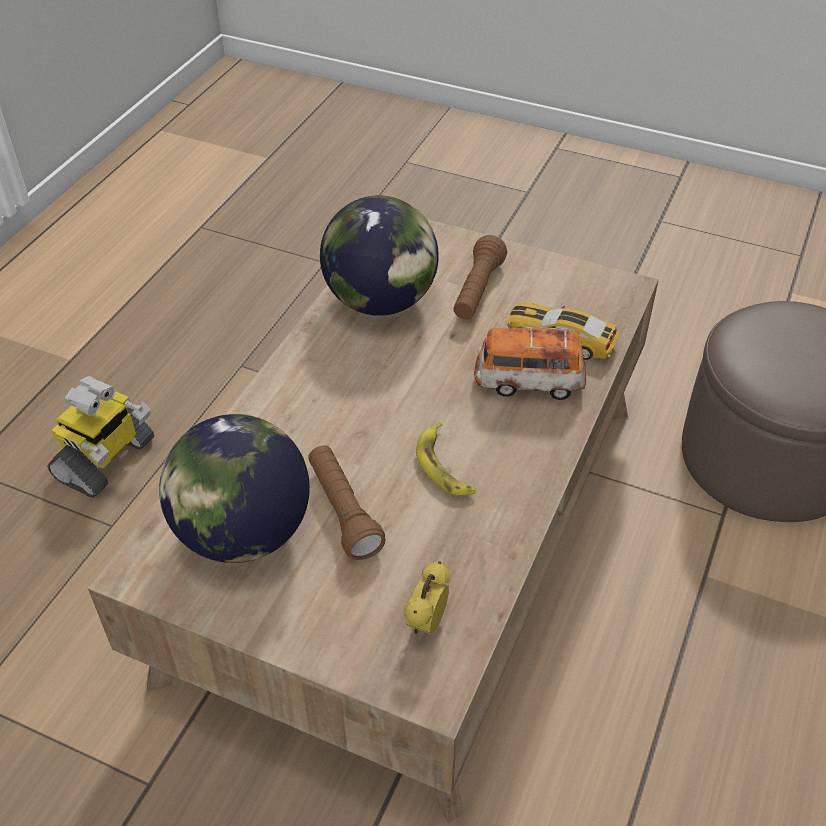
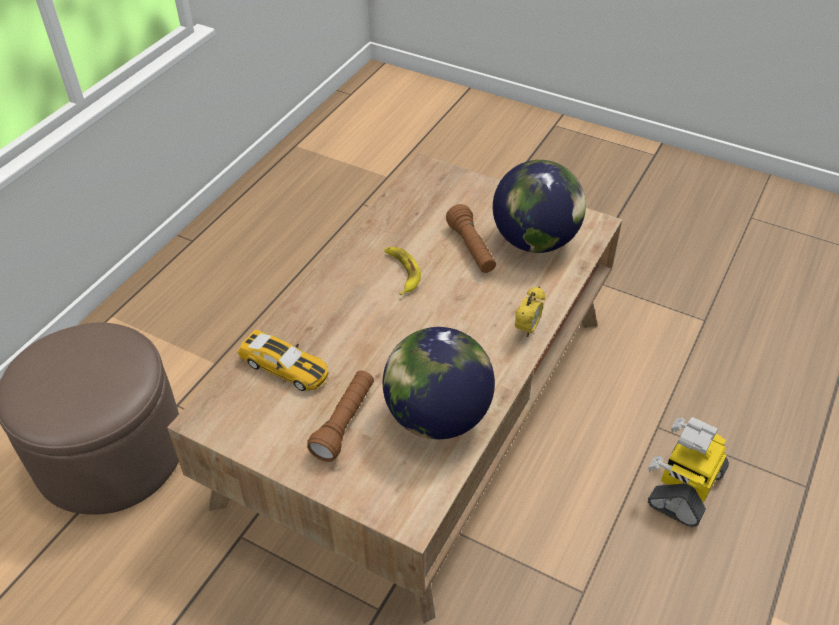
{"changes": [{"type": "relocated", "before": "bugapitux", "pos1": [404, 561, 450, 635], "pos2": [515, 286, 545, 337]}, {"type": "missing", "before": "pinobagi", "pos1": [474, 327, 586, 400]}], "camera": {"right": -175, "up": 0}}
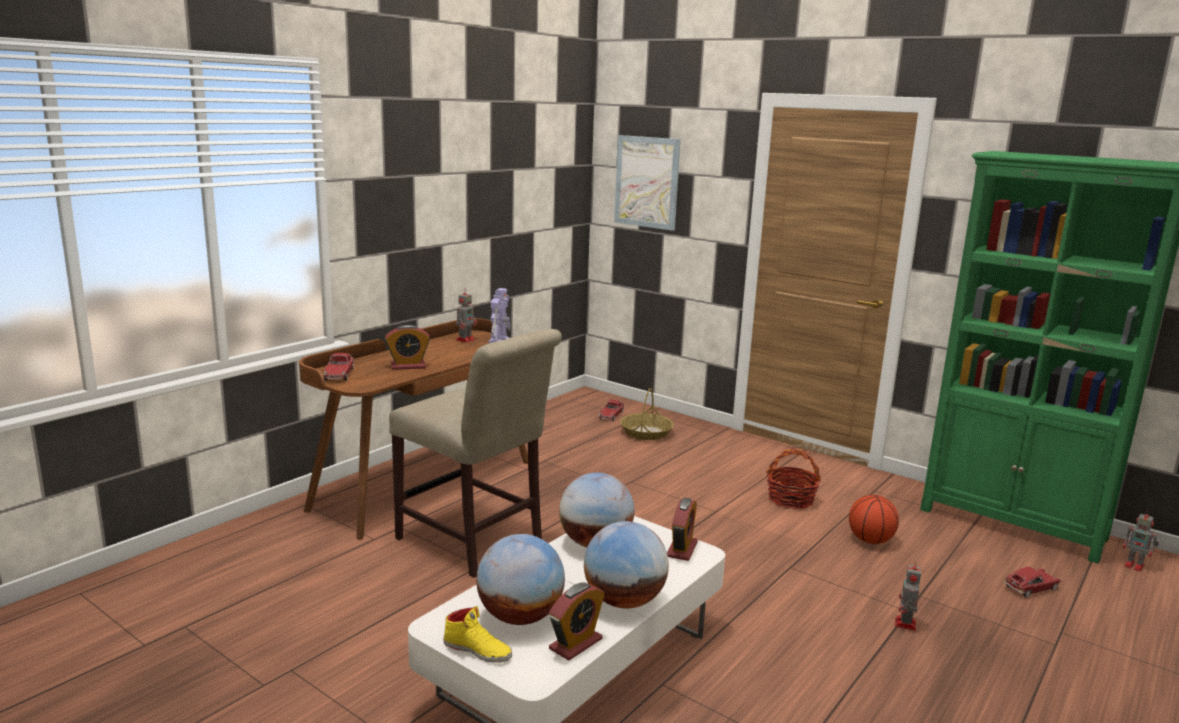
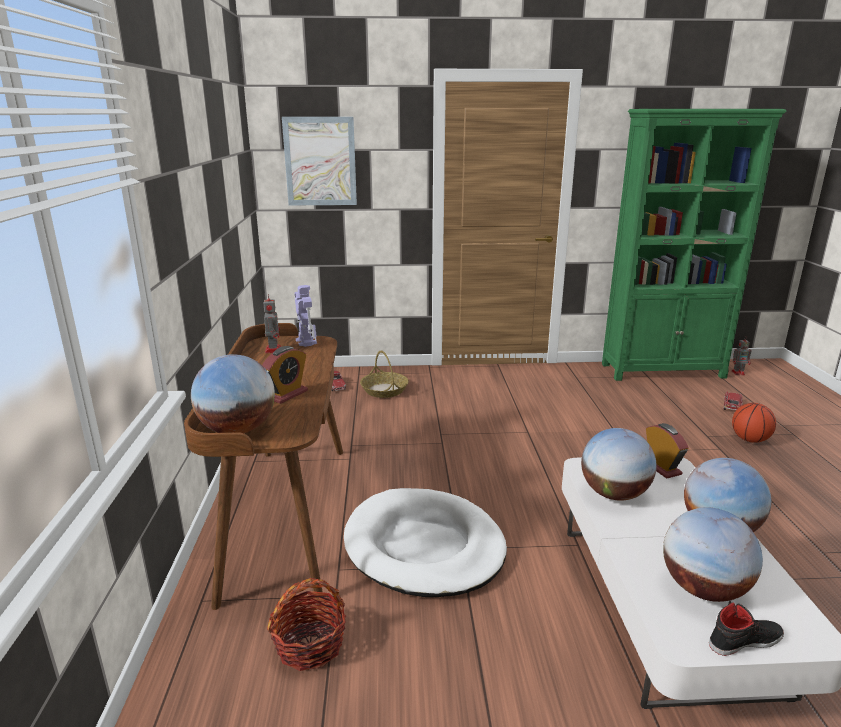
{"changes": [{"type": "exchanged", "before": "pinobagi", "after": "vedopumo", "pos1": [324, 353, 354, 380], "pos2": [191, 354, 275, 433]}, {"type": "exchanged", "before": "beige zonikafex", "after": "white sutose", "pos1": [389, 329, 562, 578], "pos2": [344, 488, 507, 597]}, {"type": "colour", "before": "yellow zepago", "after": "black zepago", "pos1": [443, 606, 512, 663], "pos2": [709, 600, 784, 656]}, {"type": "missing", "before": "bugapitux", "pos1": [549, 582, 605, 660]}, {"type": "relocated", "before": "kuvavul", "pos1": [766, 449, 821, 509], "pos2": [267, 578, 346, 671]}, {"type": "relocated", "before": "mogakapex", "pos1": [849, 495, 899, 544], "pos2": [732, 403, 776, 443]}, {"type": "missing", "before": "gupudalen", "pos1": [895, 561, 921, 631]}], "camera": {"right": -40, "up": 5}}
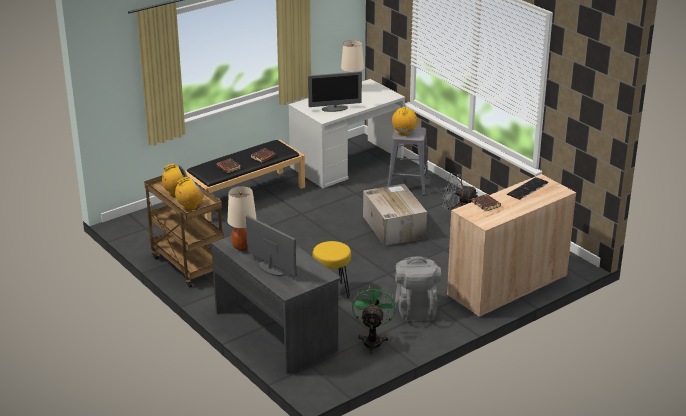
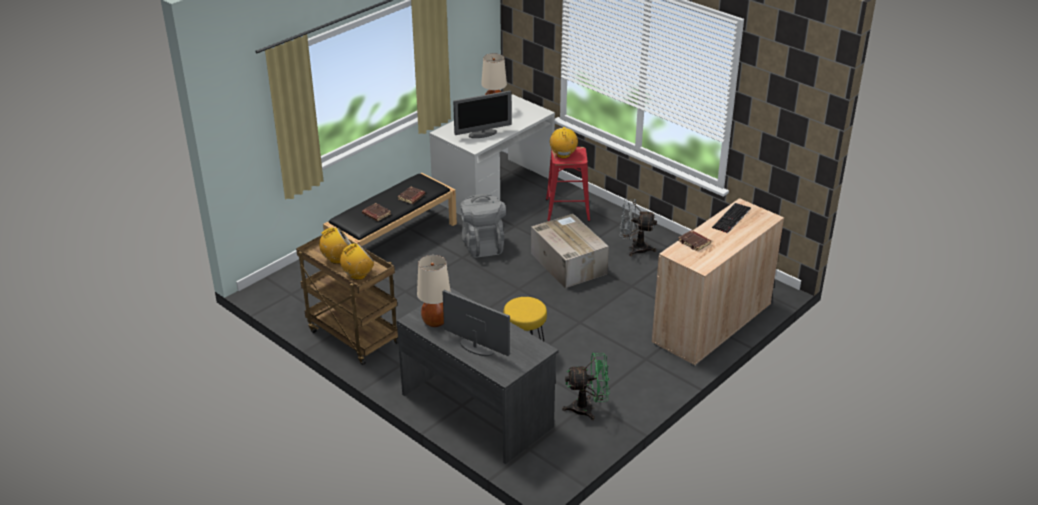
{"changes": [{"type": "spun", "before": "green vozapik", "pos1": [352, 285, 396, 354], "pos2": [562, 353, 610, 420], "turn": 90}, {"type": "colour", "before": "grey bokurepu", "after": "red bokurepu", "pos1": [387, 127, 429, 196], "pos2": [546, 147, 590, 221]}, {"type": "relocated", "before": "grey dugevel", "pos1": [395, 256, 441, 321], "pos2": [460, 194, 506, 258]}], "camera": {"right": -10, "up": 5}}
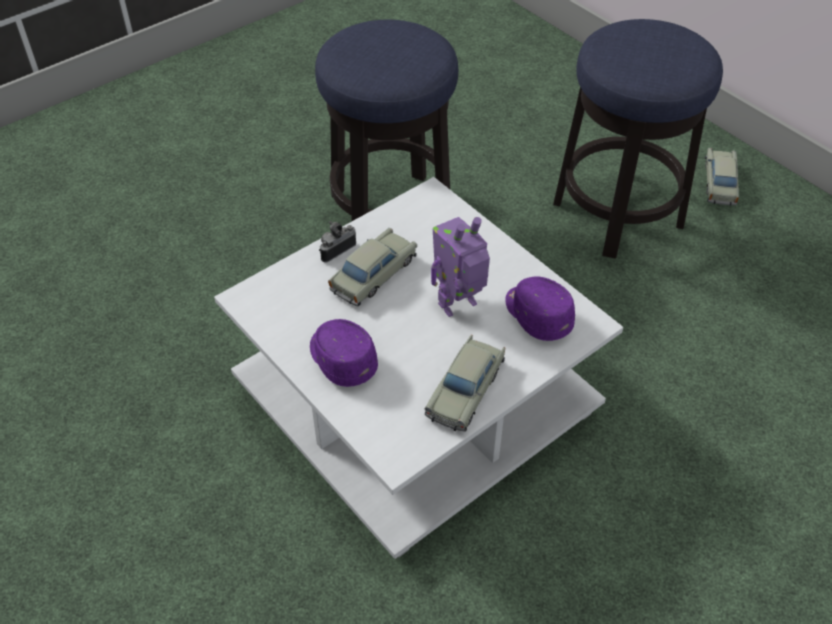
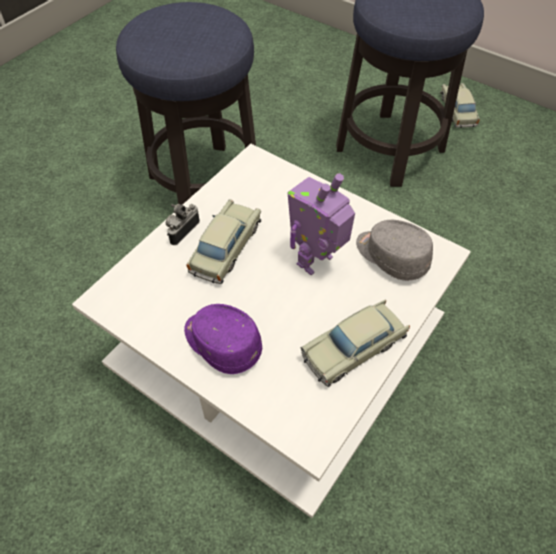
{"changes": [{"type": "spun", "before": "beige pinobagi", "pos1": [424, 335, 505, 432], "pos2": [301, 300, 410, 387], "turn": 45}, {"type": "colour", "before": "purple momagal", "after": "grey momagal", "pos1": [505, 277, 575, 341], "pos2": [356, 220, 433, 281]}], "camera": {"right": -15, "up": 5}}
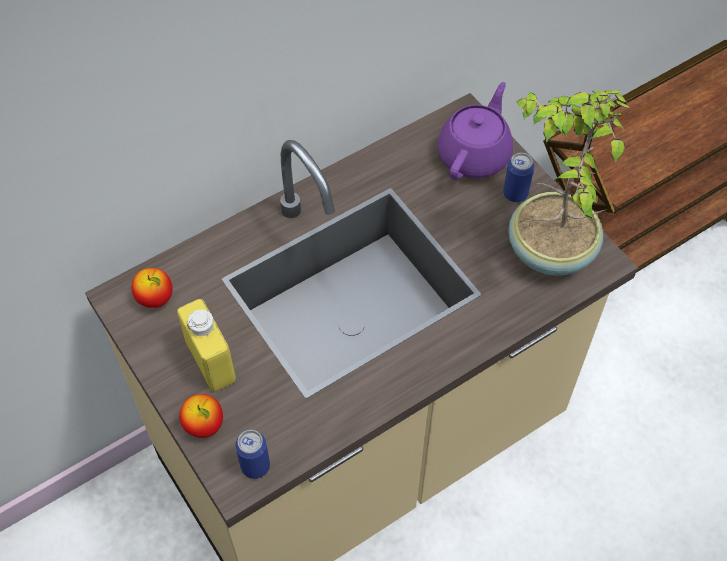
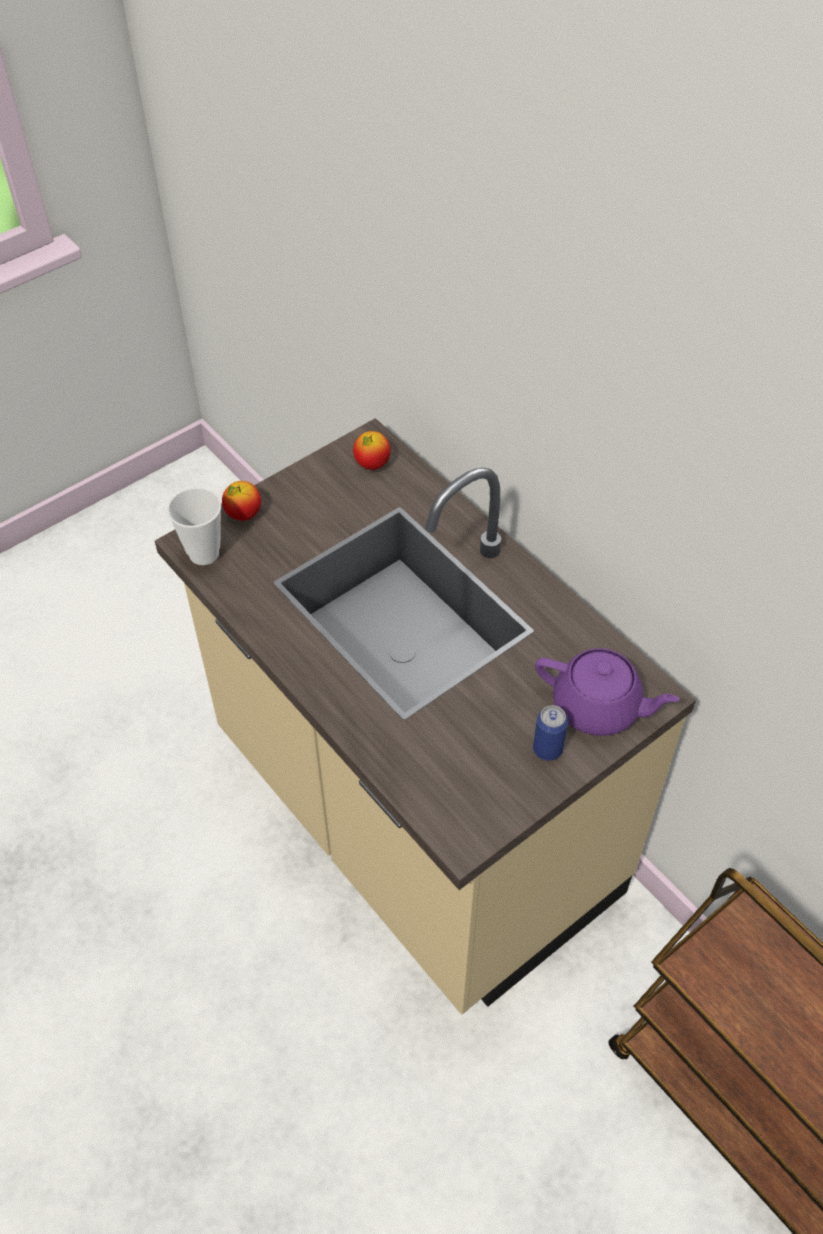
{"changes": [{"type": "missing", "before": "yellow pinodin", "pos1": [177, 299, 236, 392]}, {"type": "exchanged", "before": "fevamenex", "after": "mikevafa", "pos1": [235, 430, 270, 479], "pos2": [167, 487, 221, 565]}, {"type": "missing", "before": "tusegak", "pos1": [508, 90, 629, 276]}], "camera": {"right": 85, "up": -5}}
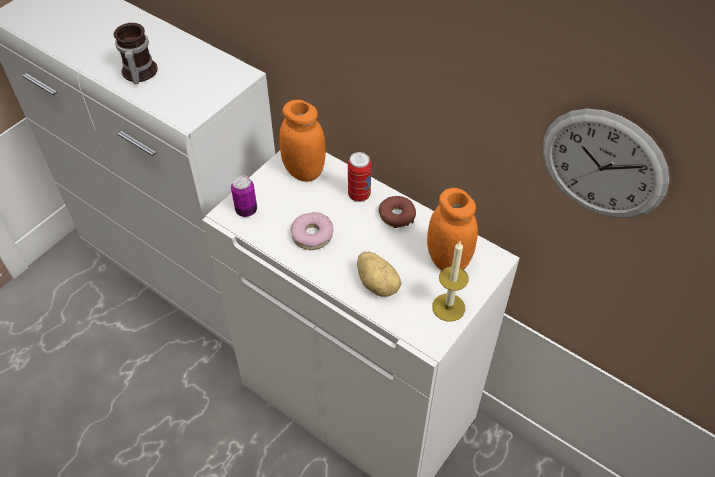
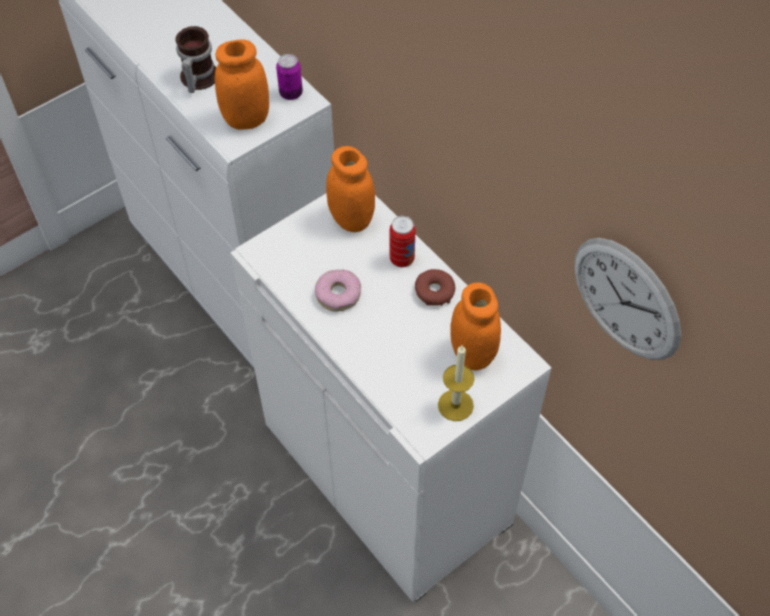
{"changes": [{"type": "relocated", "before": "fevamenex", "pos1": [231, 175, 257, 217], "pos2": [276, 54, 303, 100]}, {"type": "missing", "before": "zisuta", "pos1": [357, 252, 402, 297]}, {"type": "appeared", "after": "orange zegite", "pos2": [215, 39, 269, 129]}], "camera": {"right": 15, "up": 5}}
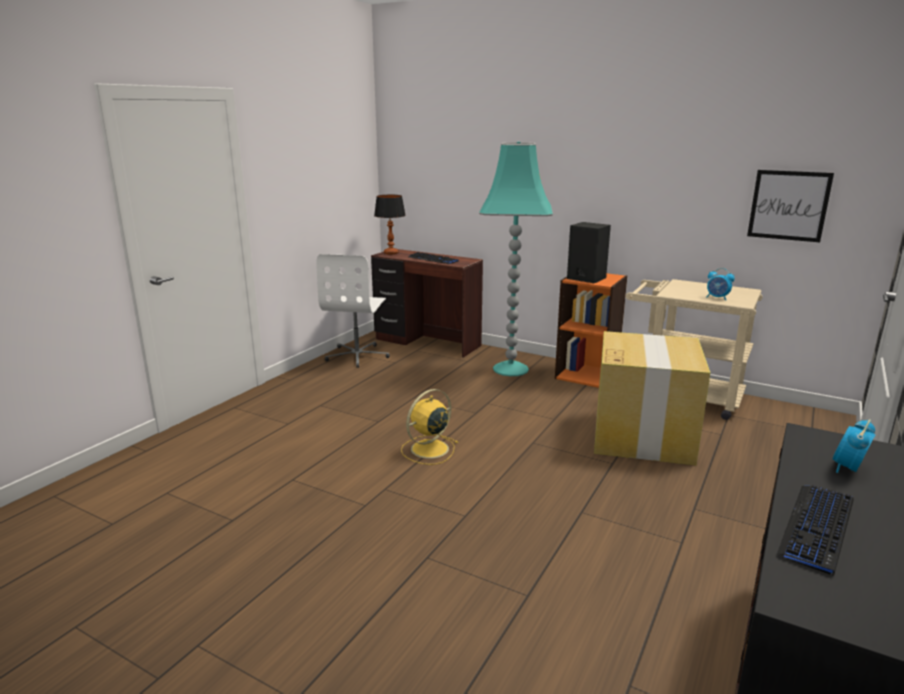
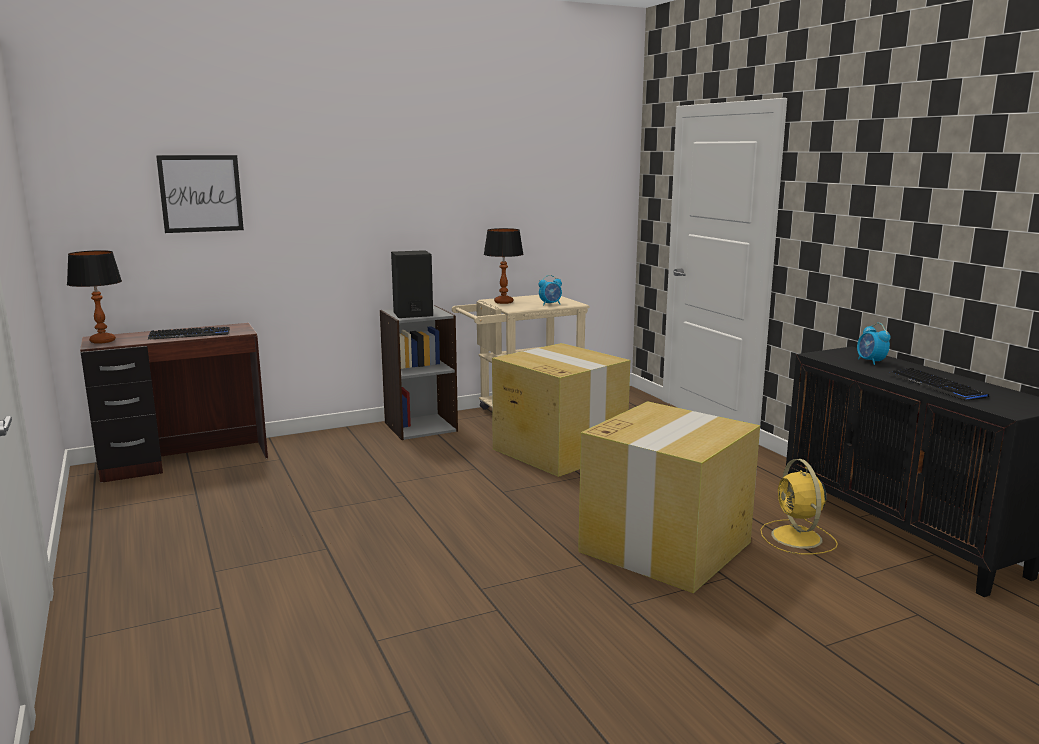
{"changes": [{"type": "missing", "before": "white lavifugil", "pos1": [316, 254, 390, 368]}, {"type": "relocated", "before": "yellow vozapik", "pos1": [401, 389, 459, 465], "pos2": [760, 459, 838, 554]}, {"type": "missing", "before": "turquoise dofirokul", "pos1": [479, 142, 553, 376]}, {"type": "colour", "before": "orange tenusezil", "after": "grey tenusezil", "pos1": [555, 273, 627, 388], "pos2": [380, 305, 458, 440]}, {"type": "relocated", "before": "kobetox", "pos1": [747, 170, 834, 242], "pos2": [156, 155, 244, 233]}, {"type": "appeared", "after": "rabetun", "pos2": [484, 228, 524, 304]}, {"type": "appeared", "after": "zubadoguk", "pos2": [578, 401, 760, 593]}], "camera": {"right": -55, "up": -5}}
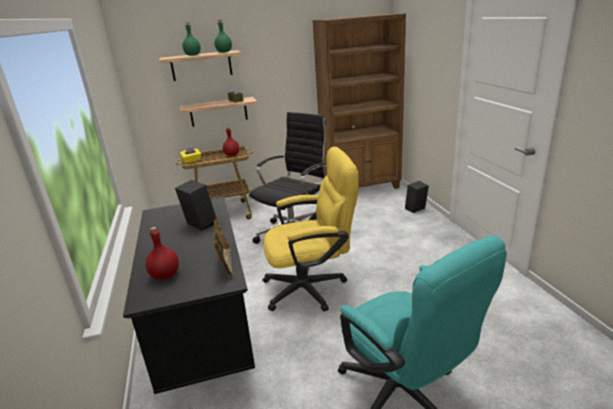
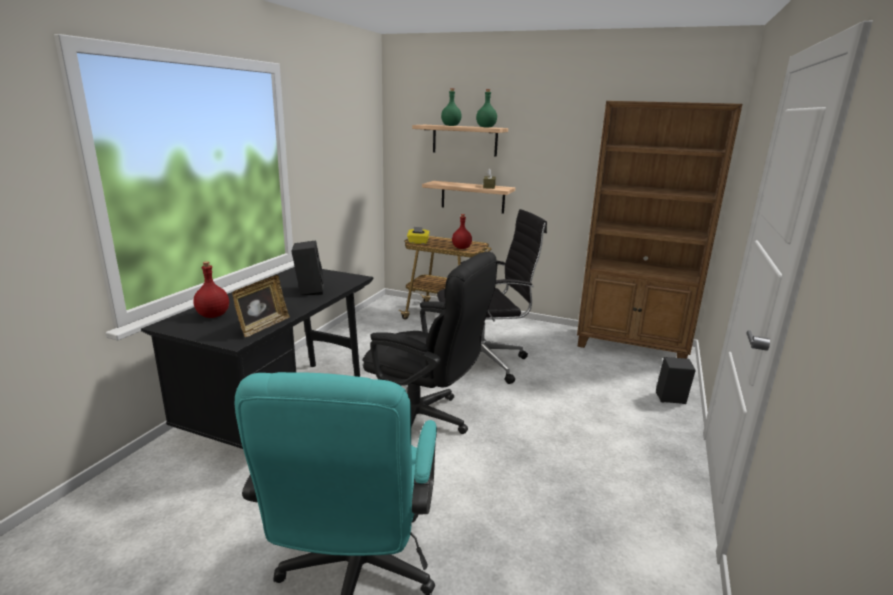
{"changes": [{"type": "colour", "before": "yellow lavifugil", "after": "black lavifugil", "pos1": [262, 147, 358, 312], "pos2": [362, 251, 497, 434]}], "camera": {"right": 35, "up": -5}}
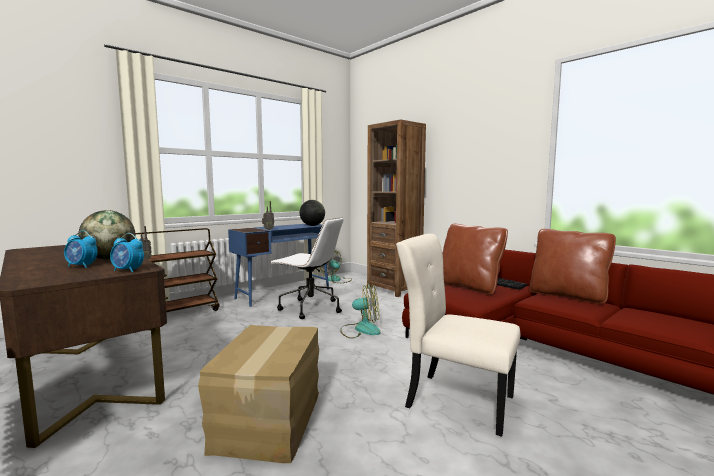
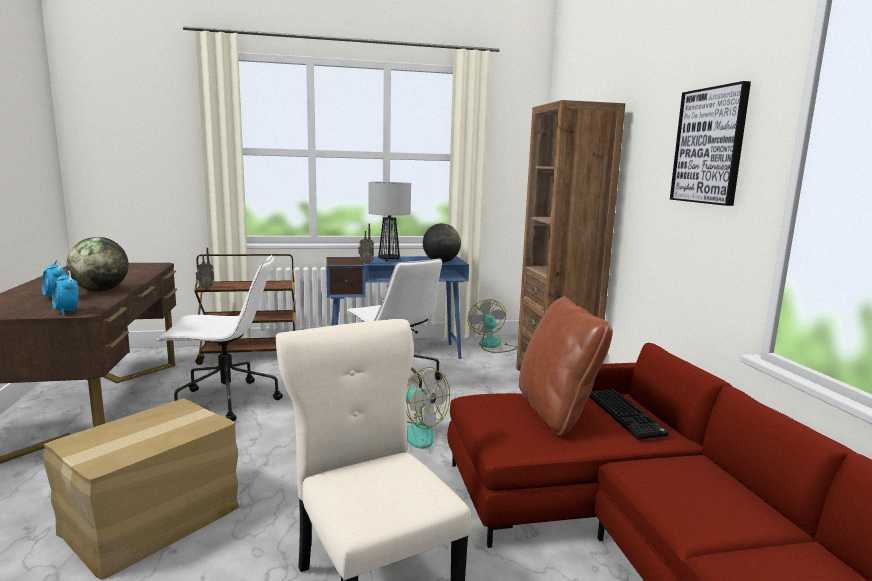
{"changes": [{"type": "missing", "before": "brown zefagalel", "pos1": [529, 229, 616, 304]}, {"type": "appeared", "after": "white lavifugil", "pos2": [156, 255, 283, 421]}, {"type": "appeared", "after": "rabetun", "pos2": [368, 182, 411, 261]}, {"type": "appeared", "after": "kobetox", "pos2": [670, 81, 751, 206]}], "camera": {"right": 30, "up": 5}}
